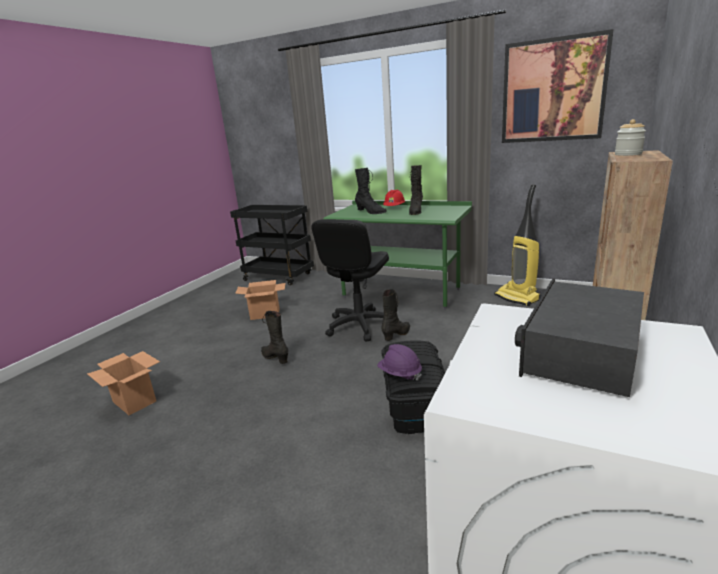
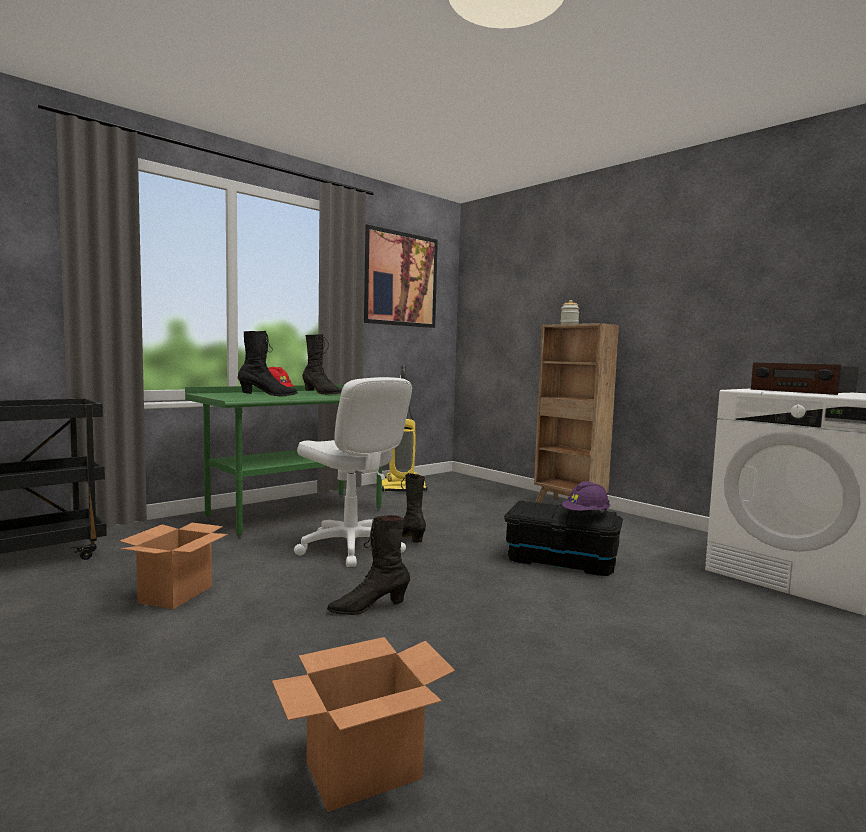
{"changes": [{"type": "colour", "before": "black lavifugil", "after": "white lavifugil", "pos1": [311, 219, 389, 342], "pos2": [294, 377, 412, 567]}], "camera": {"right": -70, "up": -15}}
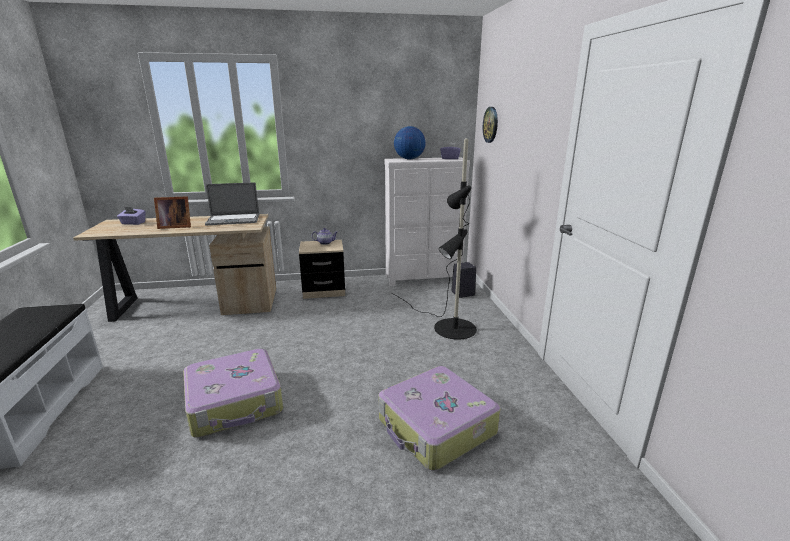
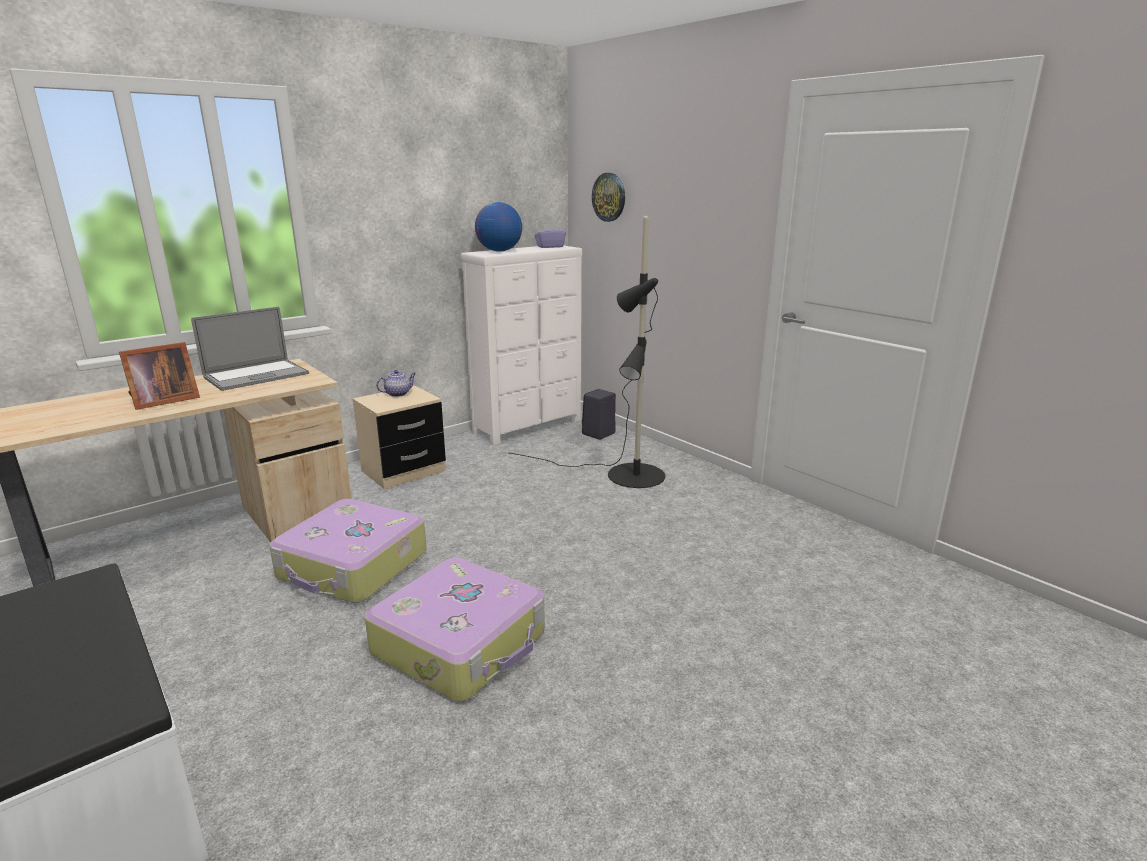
{"changes": [{"type": "missing", "before": "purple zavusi", "pos1": [117, 207, 146, 225]}, {"type": "relocated", "before": "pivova", "pos1": [378, 366, 501, 471], "pos2": [269, 499, 427, 603]}], "camera": {"right": -30, "up": 0}}
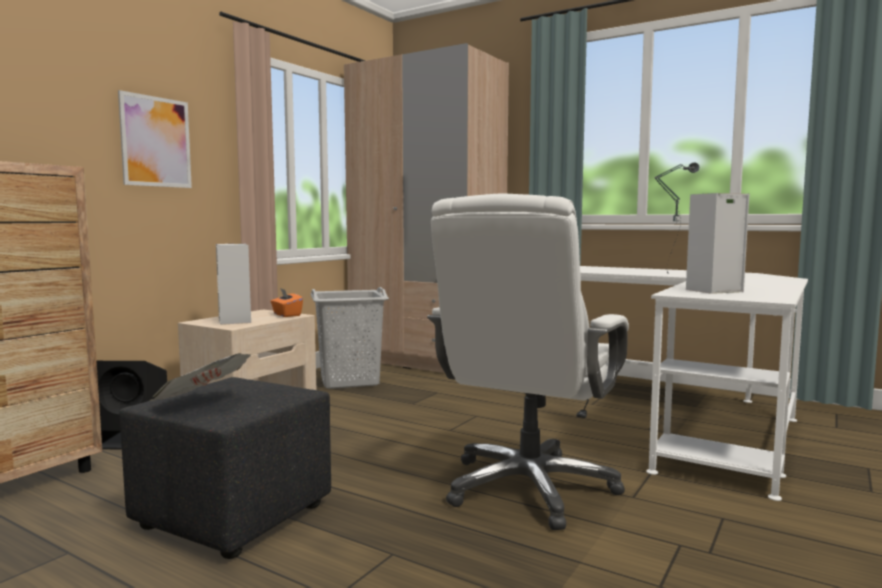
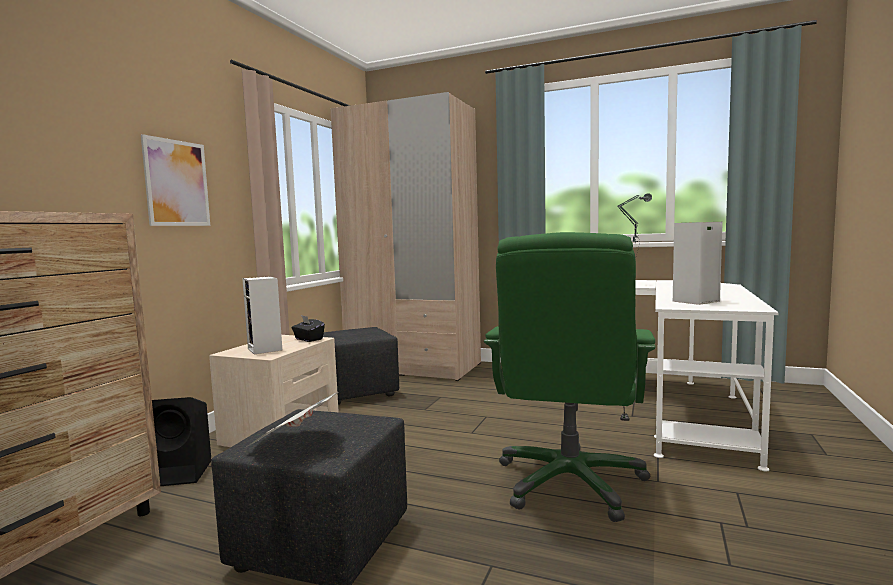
{"changes": [{"type": "colour", "before": "orange zavusi", "after": "black zavusi", "pos1": [270, 289, 303, 317], "pos2": [292, 315, 325, 342]}, {"type": "exchanged", "before": "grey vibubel", "after": "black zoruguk", "pos1": [310, 287, 389, 389], "pos2": [323, 327, 399, 405]}, {"type": "colour", "before": "white lavifugil", "after": "green lavifugil", "pos1": [427, 194, 629, 530], "pos2": [484, 232, 656, 522]}], "camera": {"right": -10, "up": 0}}
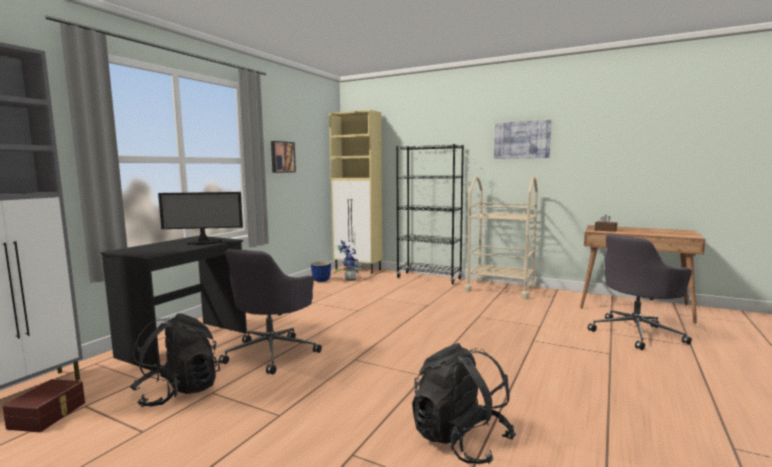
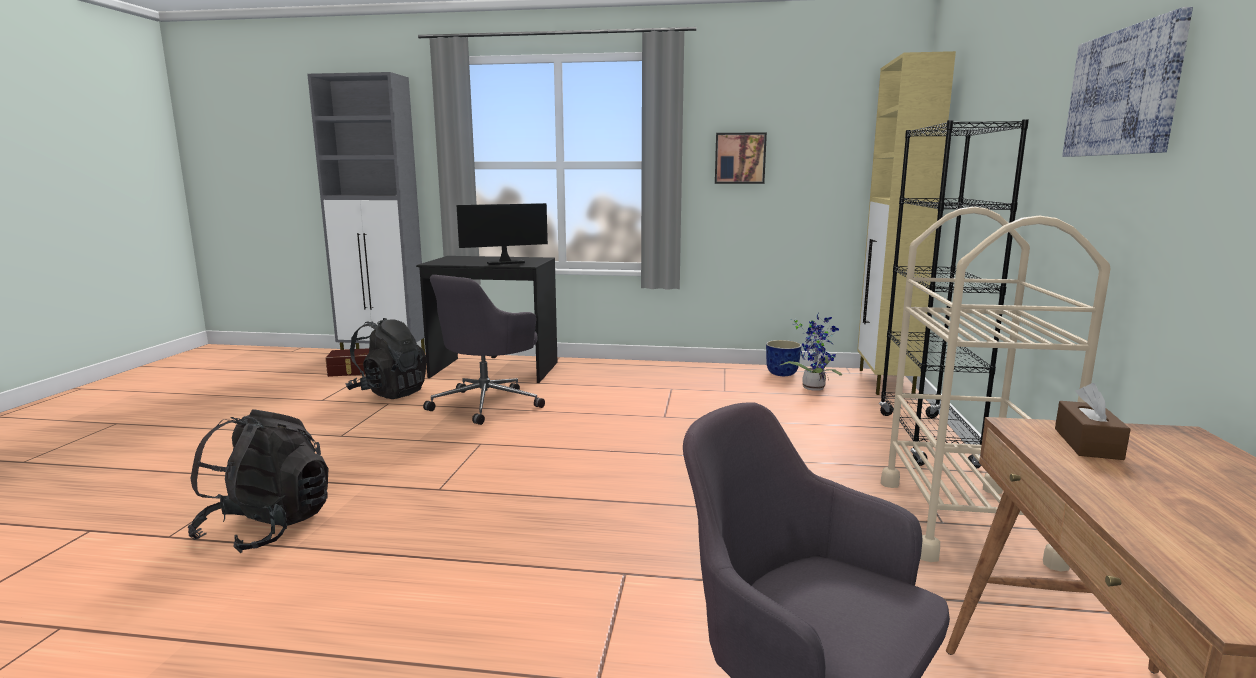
{"changes": [{"type": "spun", "before": "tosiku", "pos1": [158, 192, 243, 245], "pos2": [457, 203, 548, 265], "turn": 90}, {"type": "spun", "before": "grey lavifugil", "pos1": [219, 249, 322, 374], "pos2": [423, 275, 545, 425], "turn": -60}], "camera": {"right": 70, "up": 5}}
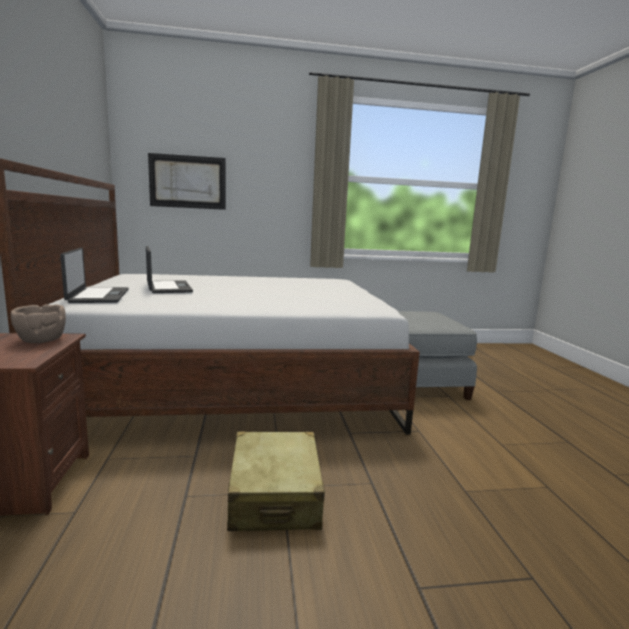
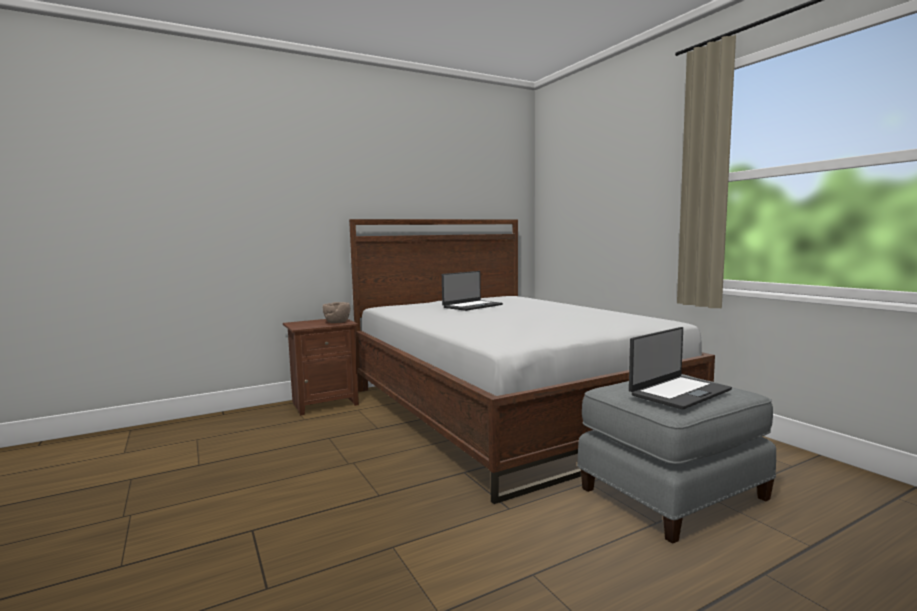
{"changes": [{"type": "relocated", "before": "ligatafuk", "pos1": [60, 248, 128, 303], "pos2": [629, 327, 732, 409]}, {"type": "missing", "before": "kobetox", "pos1": [148, 153, 226, 210]}, {"type": "missing", "before": "beige pivova", "pos1": [227, 431, 325, 531]}], "camera": {"right": 70, "up": -5}}
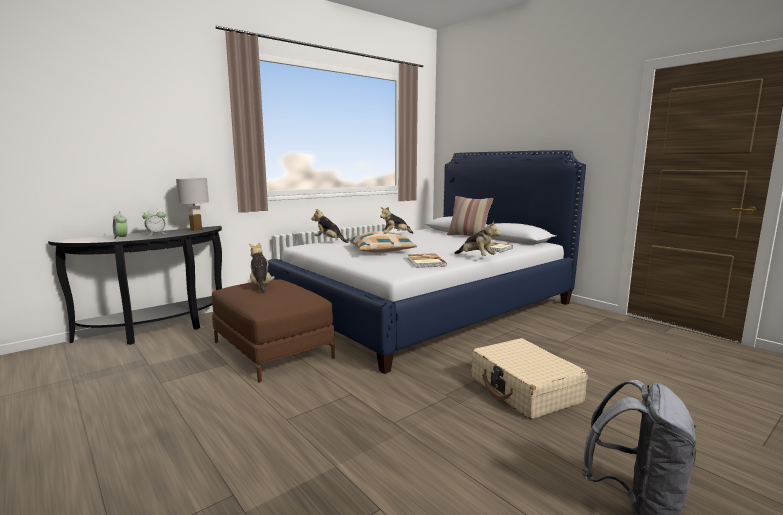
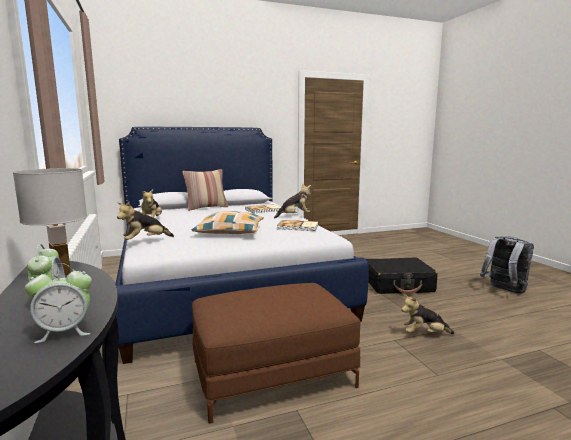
{"changes": [{"type": "relocated", "before": "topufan", "pos1": [249, 243, 275, 294], "pos2": [401, 295, 455, 334]}, {"type": "colour", "before": "beige pivova", "after": "black pivova", "pos1": [471, 338, 588, 419], "pos2": [367, 258, 437, 294]}], "camera": {"right": -70, "up": 0}}
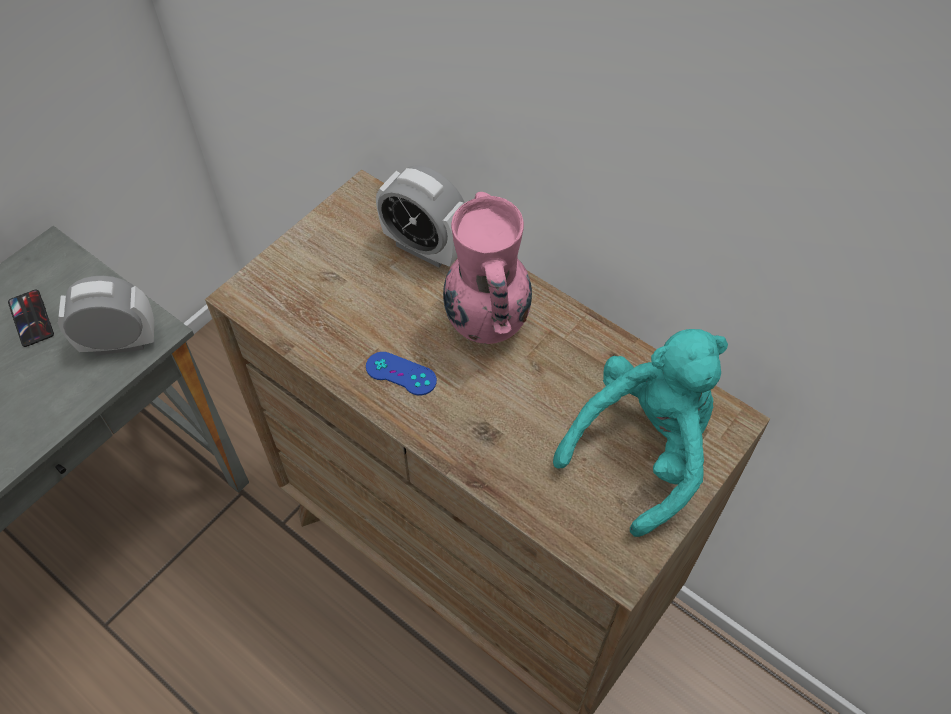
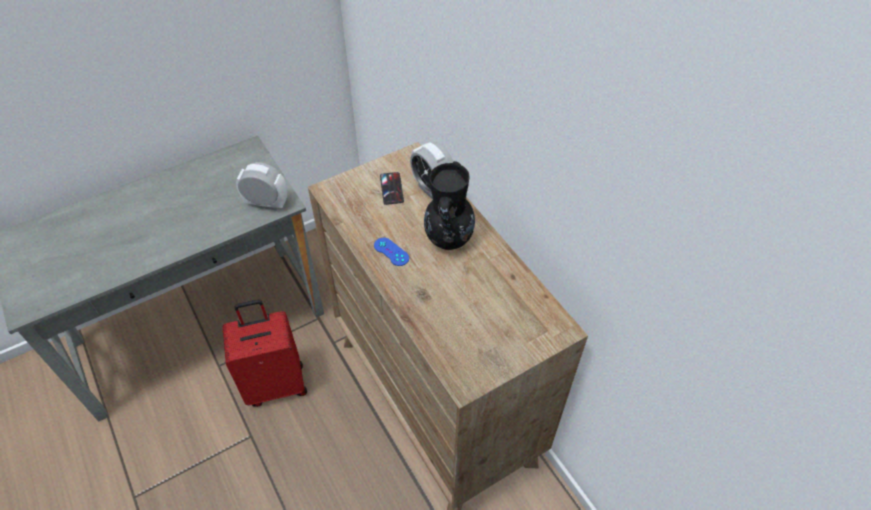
{"changes": [{"type": "relocated", "before": "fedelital", "pos1": [8, 290, 54, 347], "pos2": [380, 172, 404, 205]}, {"type": "colour", "before": "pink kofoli", "after": "black kofoli", "pos1": [443, 192, 532, 344], "pos2": [424, 161, 475, 250]}, {"type": "missing", "before": "turquoise topufan", "pos1": [553, 329, 728, 537]}, {"type": "appeared", "after": "red pivova", "pos2": [223, 299, 307, 407]}], "camera": {"right": 20, "up": -5}}
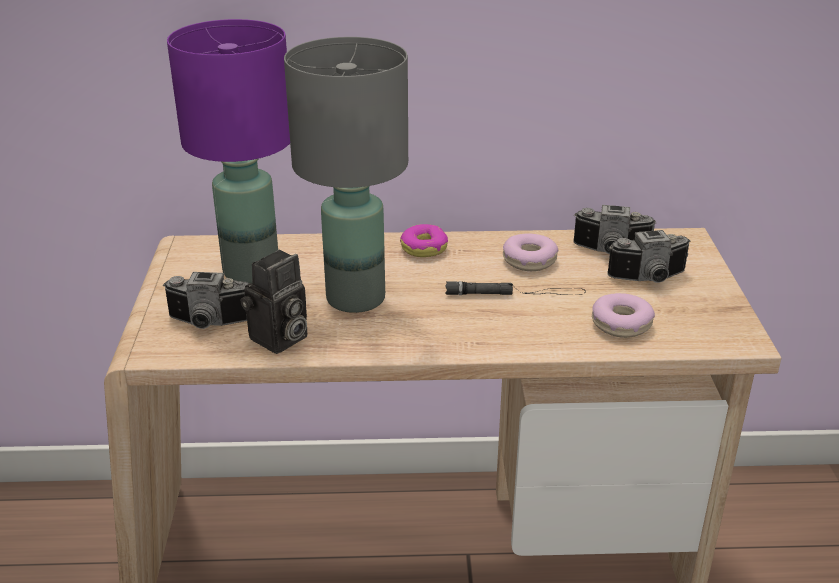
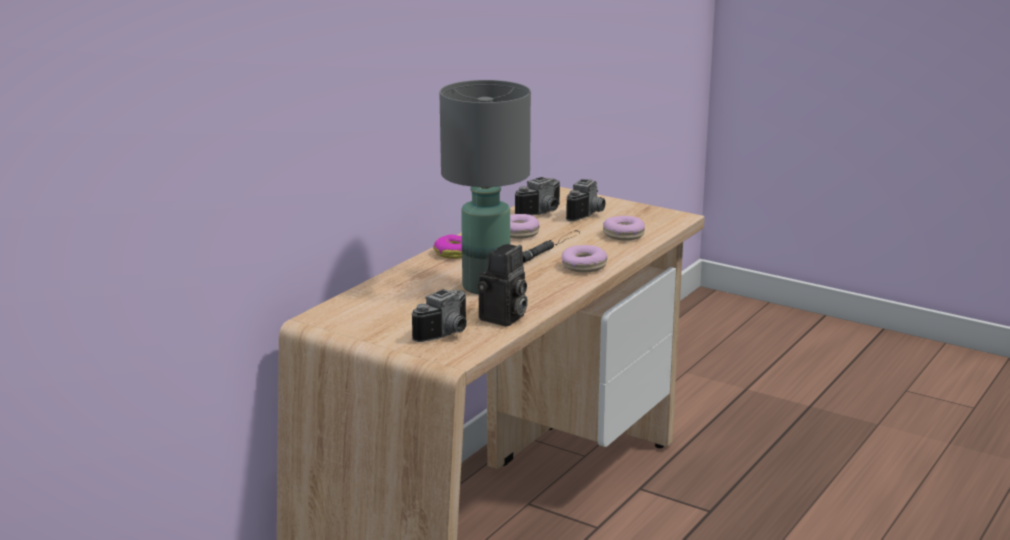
{"changes": [{"type": "missing", "before": "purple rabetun", "pos1": [167, 19, 290, 283]}, {"type": "spun", "before": "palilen", "pos1": [240, 250, 308, 354], "pos2": [478, 244, 528, 326], "turn": 45}, {"type": "appeared", "after": "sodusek", "pos2": [562, 245, 607, 272]}], "camera": {"right": -55, "up": -10}}
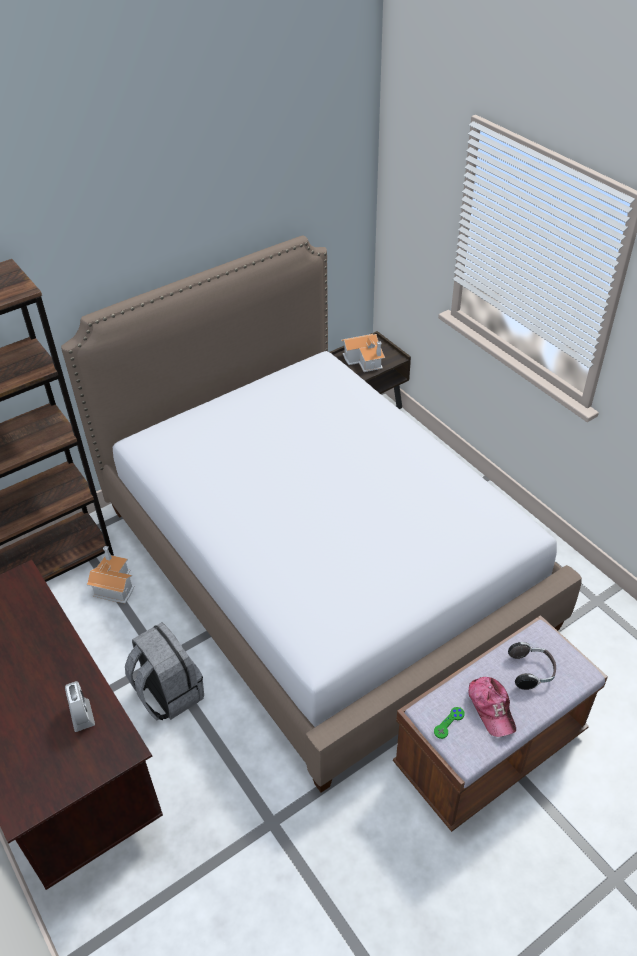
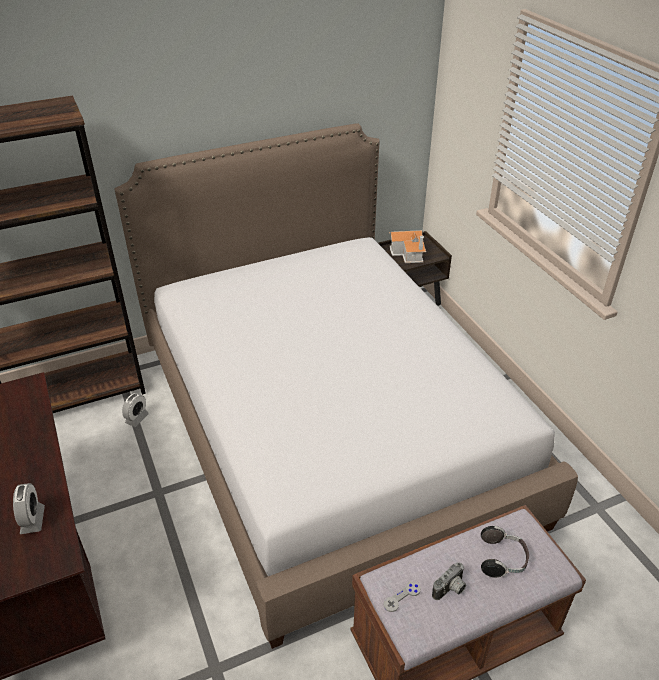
{"changes": [{"type": "exchanged", "before": "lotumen", "after": "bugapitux", "pos1": [86, 546, 135, 603], "pos2": [122, 393, 149, 427]}, {"type": "missing", "before": "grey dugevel", "pos1": [125, 622, 204, 721]}, {"type": "colour", "before": "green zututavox", "after": "grey zututavox", "pos1": [434, 707, 465, 739], "pos2": [383, 582, 421, 612]}, {"type": "exchanged", "before": "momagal", "after": "palilen", "pos1": [468, 677, 516, 737], "pos2": [432, 562, 466, 600]}], "camera": {"right": 10, "up": -5}}
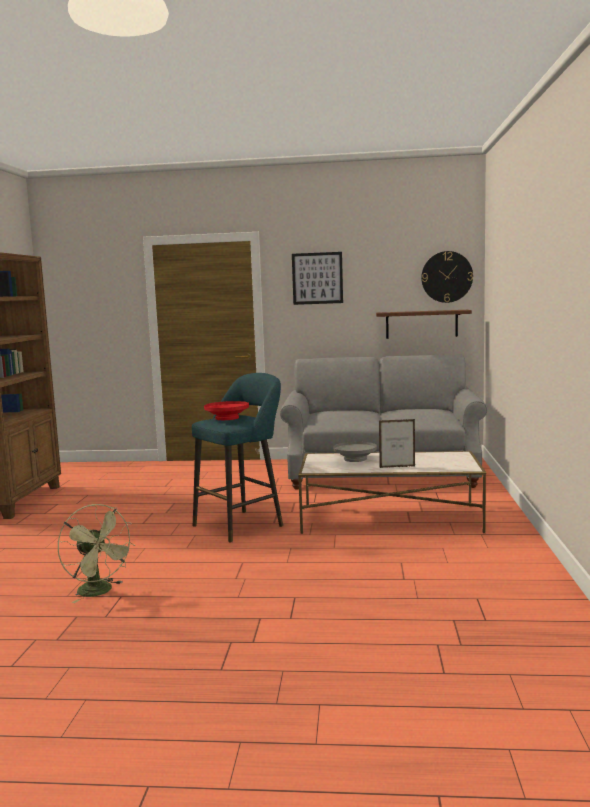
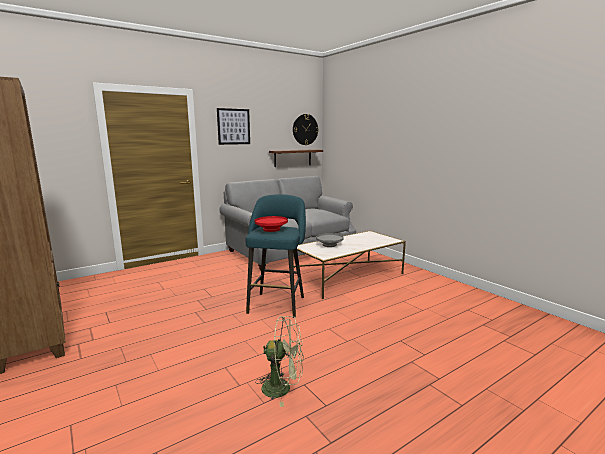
{"changes": [{"type": "missing", "before": "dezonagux", "pos1": [379, 419, 415, 468]}], "camera": {"right": -40, "up": 5}}
